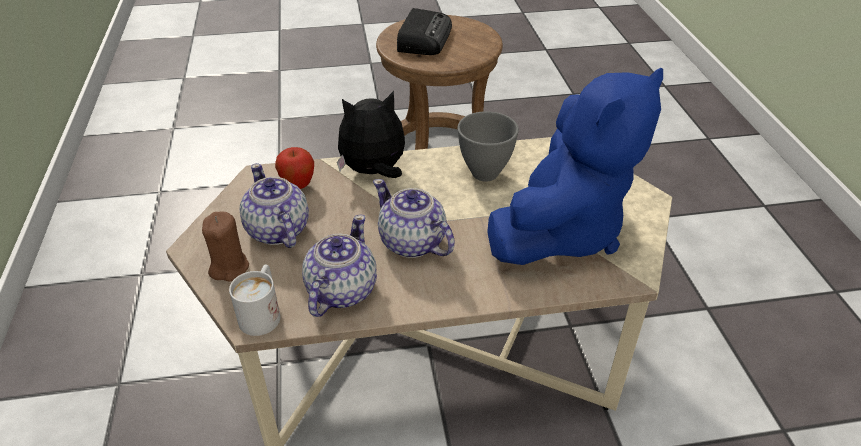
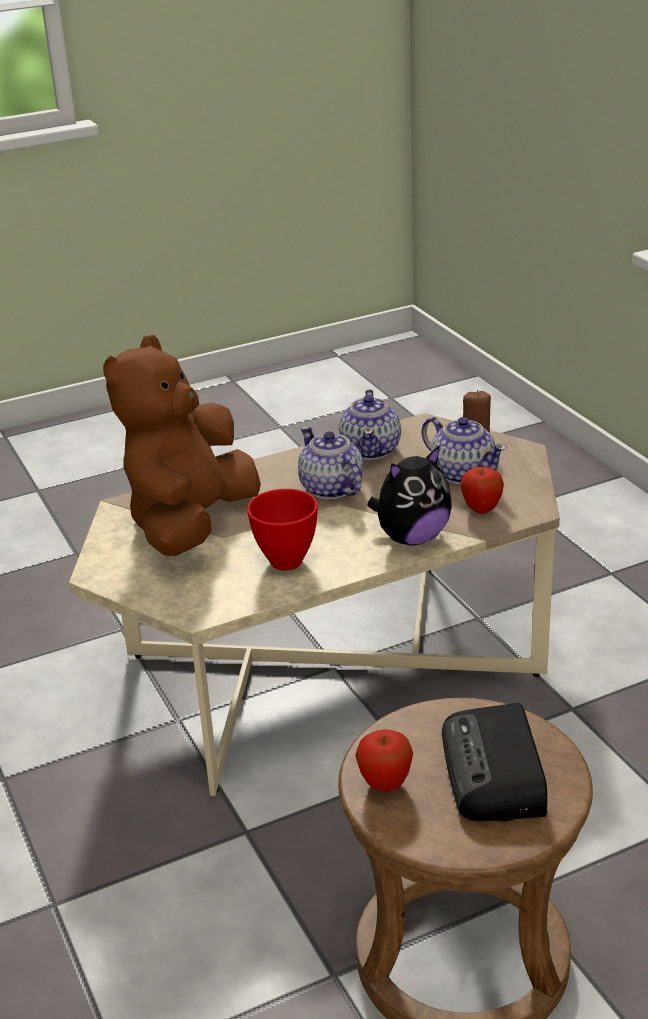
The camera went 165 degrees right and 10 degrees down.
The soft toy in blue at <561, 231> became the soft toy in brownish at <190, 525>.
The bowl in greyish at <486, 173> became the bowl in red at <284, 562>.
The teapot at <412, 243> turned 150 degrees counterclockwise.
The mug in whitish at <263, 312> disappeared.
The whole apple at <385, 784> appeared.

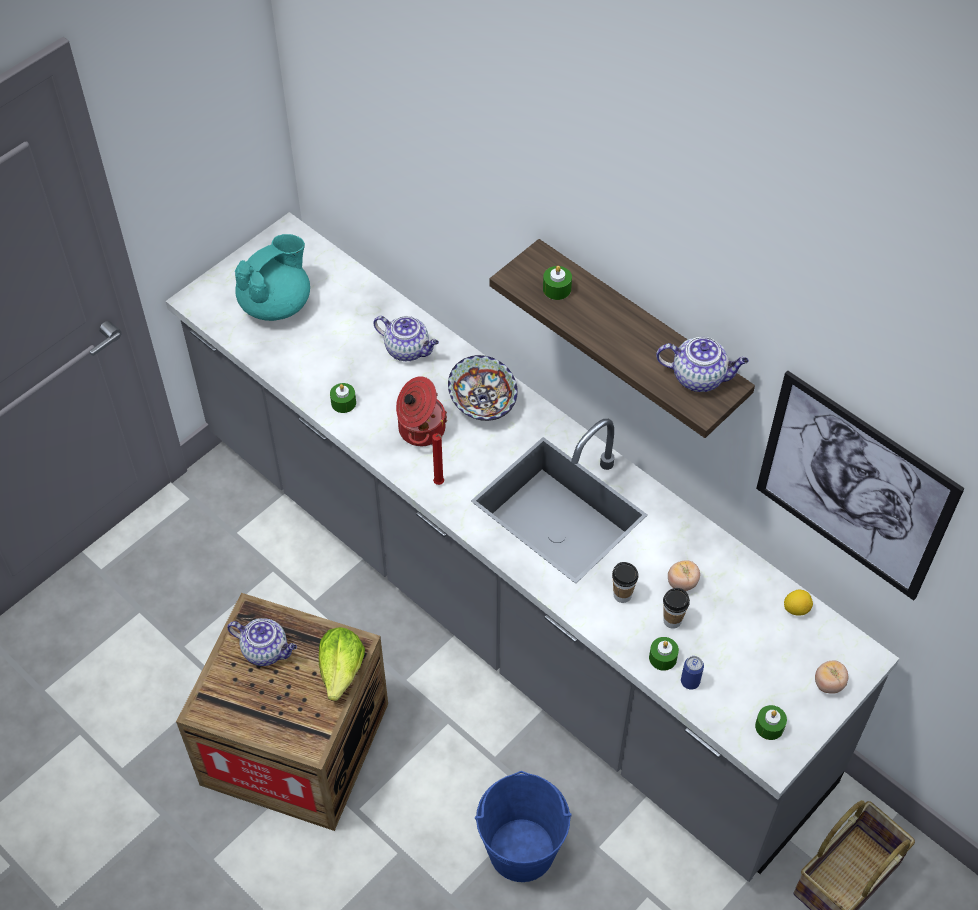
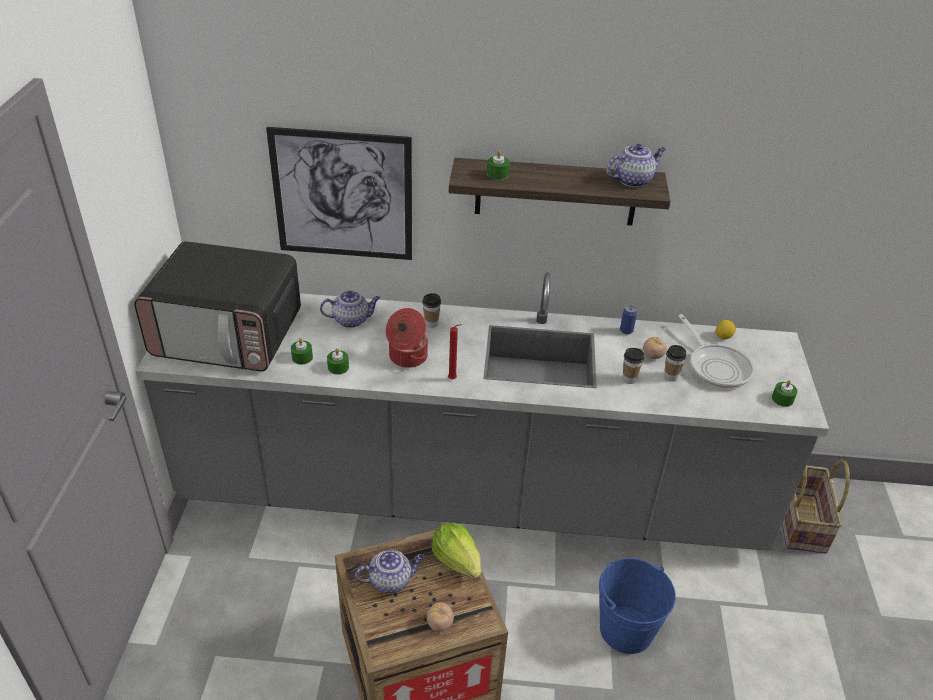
The camera went 40 degrees left and 15 degrees down.
The teapot in blue-green at <276, 304> was replaced by the microwave oven at <229, 335>.
The bowl at <483, 401> was replaced by the small cup at <431, 324>.
The wall picture moved from <853, 487> to <343, 195>.
The wax candle in green-coloured moved from <662, 658> to <302, 357>.
The sealed can moved from <690, 681> to <626, 331>.
The fresh tomato moved from <828, 684> to <439, 624>.
The frying pan at <716, 366> appeared.

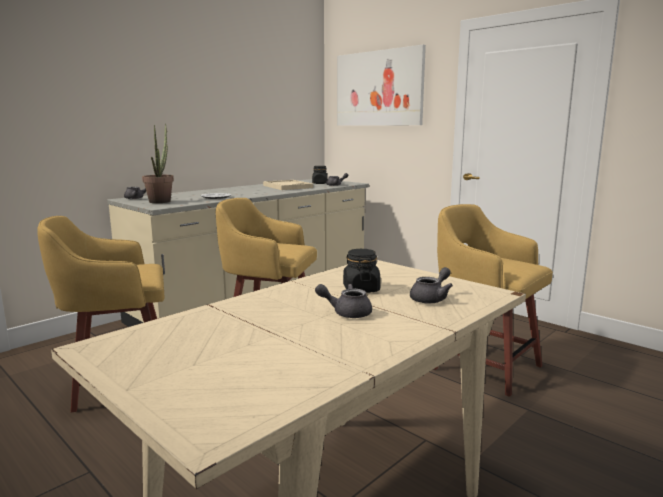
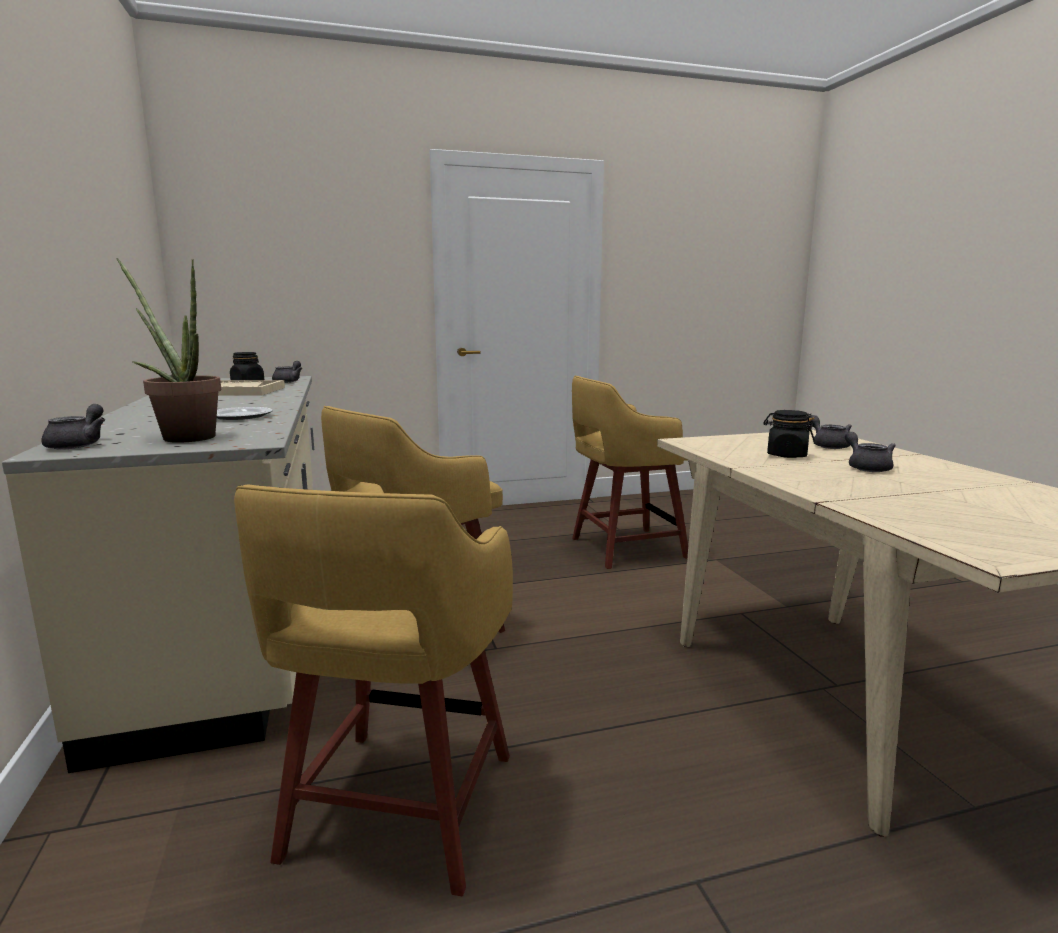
The camera went 60 degrees left and 0 degrees up.
The wall picture at <379, 88> disappeared.
The teapot in greyish at <346, 313> turned 135 degrees clockwise.

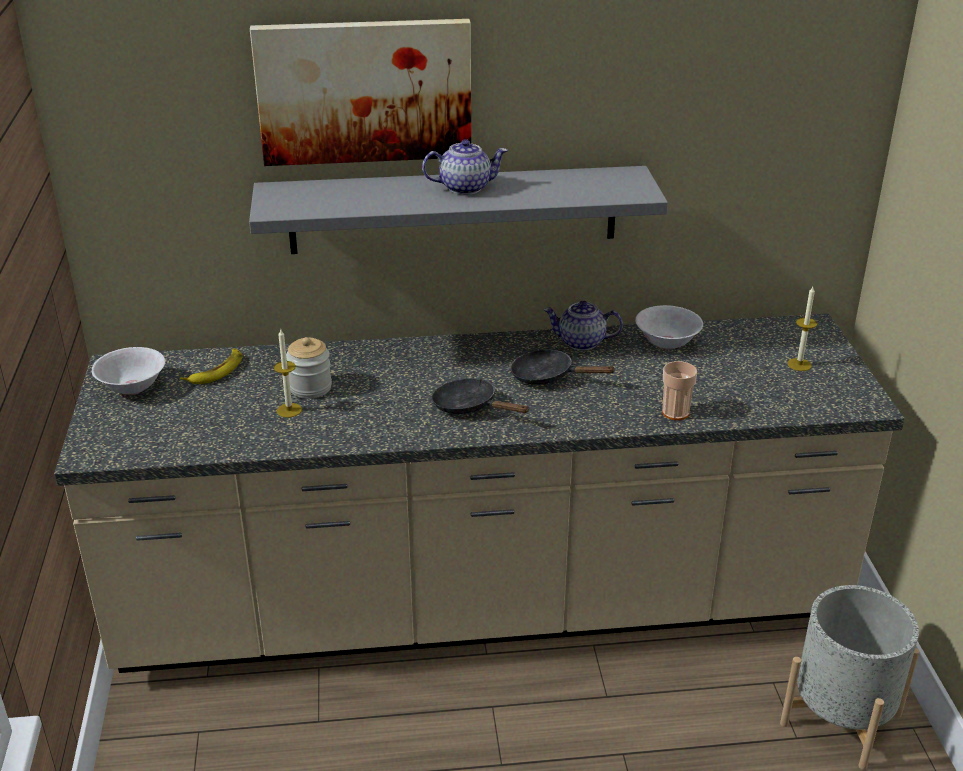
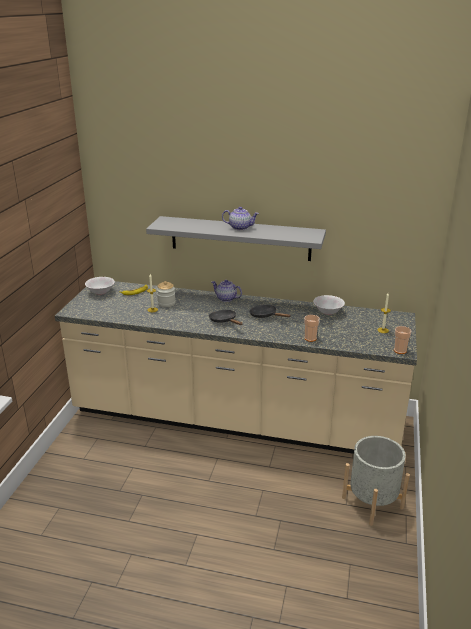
The camera went 20 degrees right and 5 degrees down.
The wall picture at <364, 91> disappeared.
The teapot moved from <581, 342> to <226, 298>.
The small cup at <400, 350> appeared.

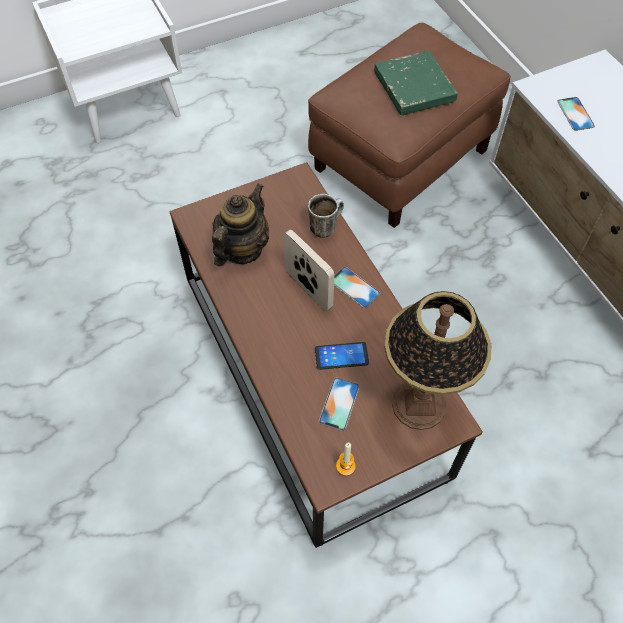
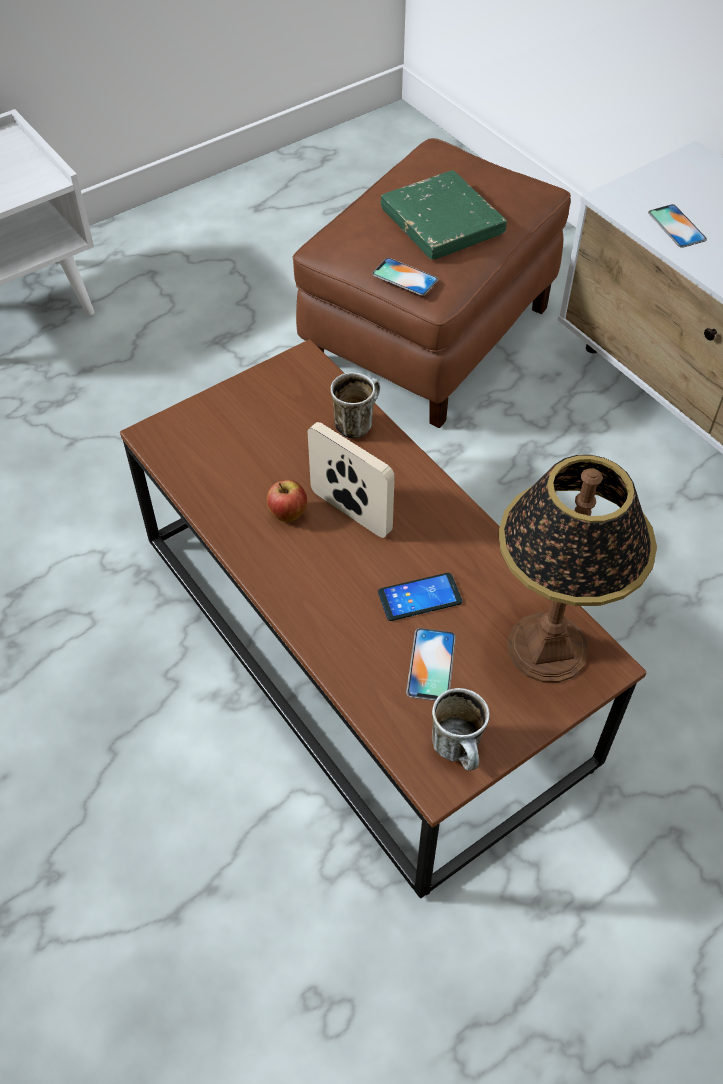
The camera went 10 degrees left and 5 degrees down.
The teapot at <242, 249> disappeared.
The handset moved from <354, 287> to <405, 277>.
The wax candle at <345, 466> was replaced by the mug at <460, 751>.
The whole apple at <288, 515> appeared.

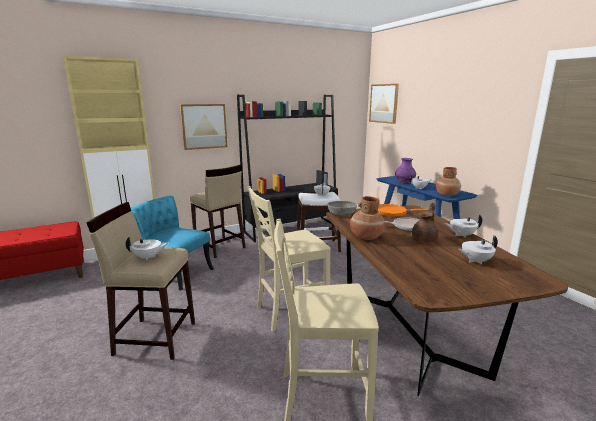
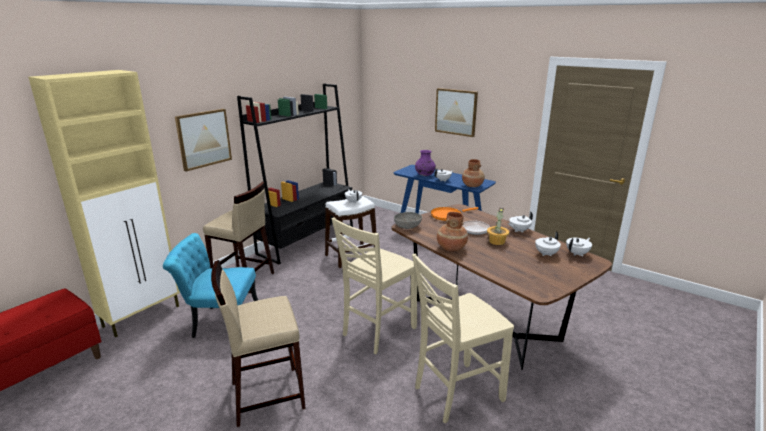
The camera went 25 degrees left and 5 degrees up.
The wall picture moved from <384, 103> to <456, 112>.
The teapot in brownish at <424, 240> was replaced by the plant in a pot at <497, 241>.
The teapot in whitish moved from <148, 257> to <577, 254>.

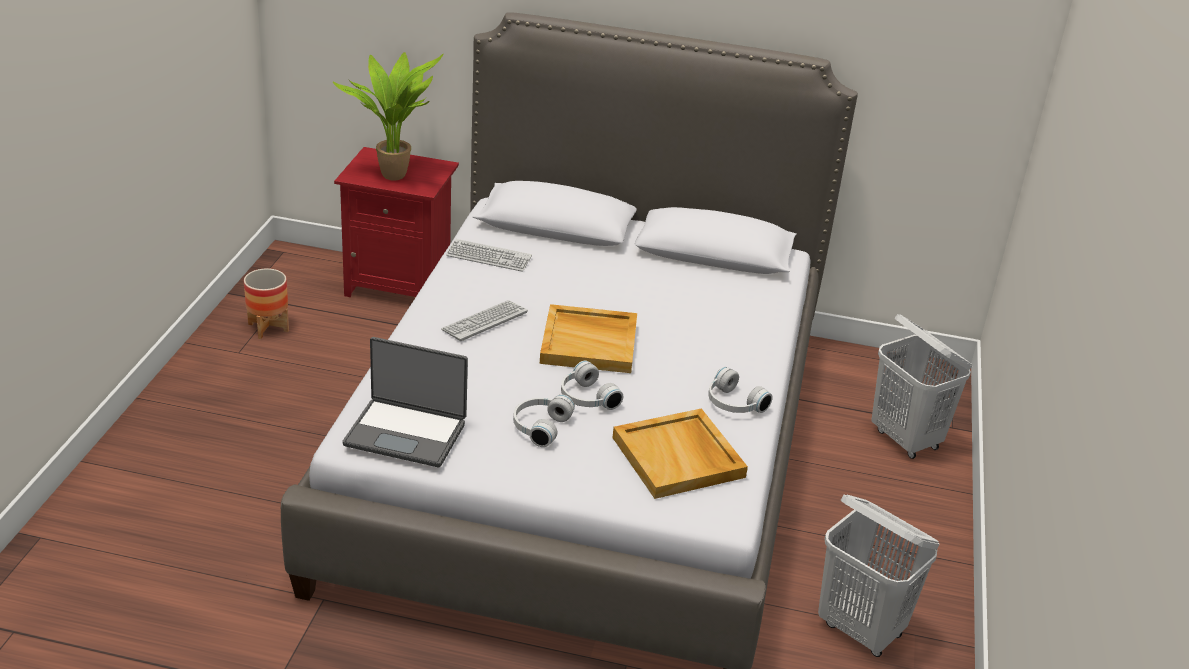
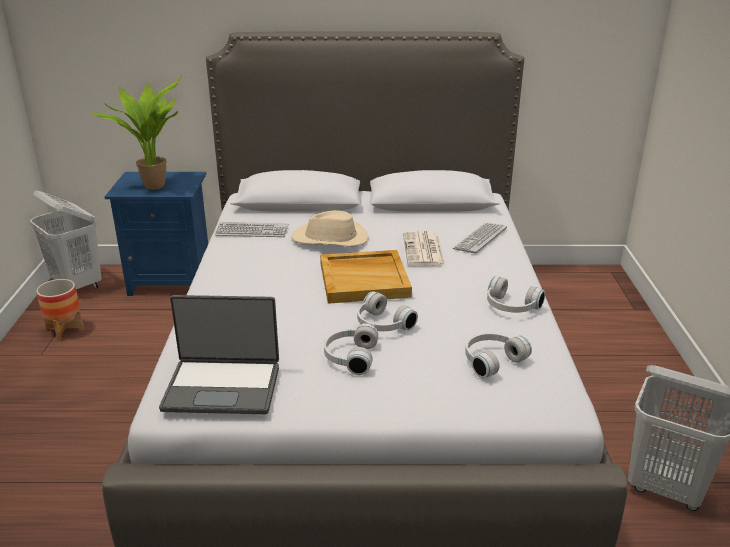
The camera went 10 degrees left and 5 degrees down.
The nightstand in red at <399, 285> became the nightstand in blue at <171, 281>.
The computer keyboard moved from <484, 321> to <480, 239>.
The laundry basket in whitish moved from <905, 439> to <77, 285>.
The serving tray in beige-coloured at <679, 457> was replaced by the headset in whitish at <491, 360>.
The clothing hat in beige-coloured at <330, 239> appeared.
The daily paper at <424, 250> appeared.

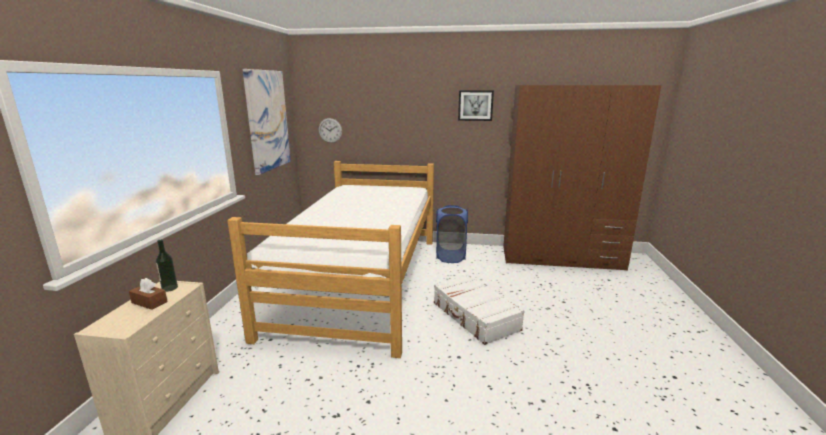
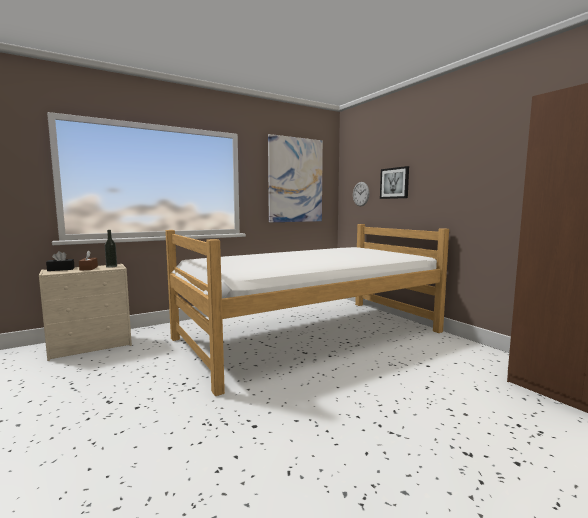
The camera went 50 degrees right and 10 degrees down.
The wall picture moved from <475, 105> to <394, 183>.
The laundry basket in blue at <450, 256> disappeared.
The piece of luggage in whitish at <475, 316> disappeared.
The tissue box in blackish at <61, 269> appeared.

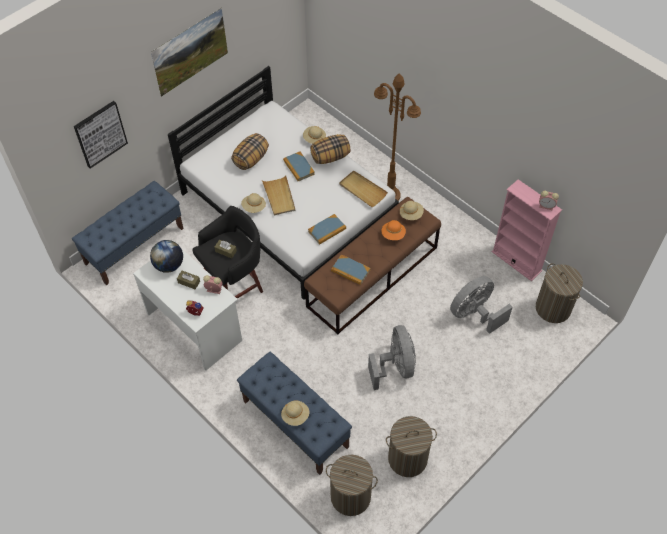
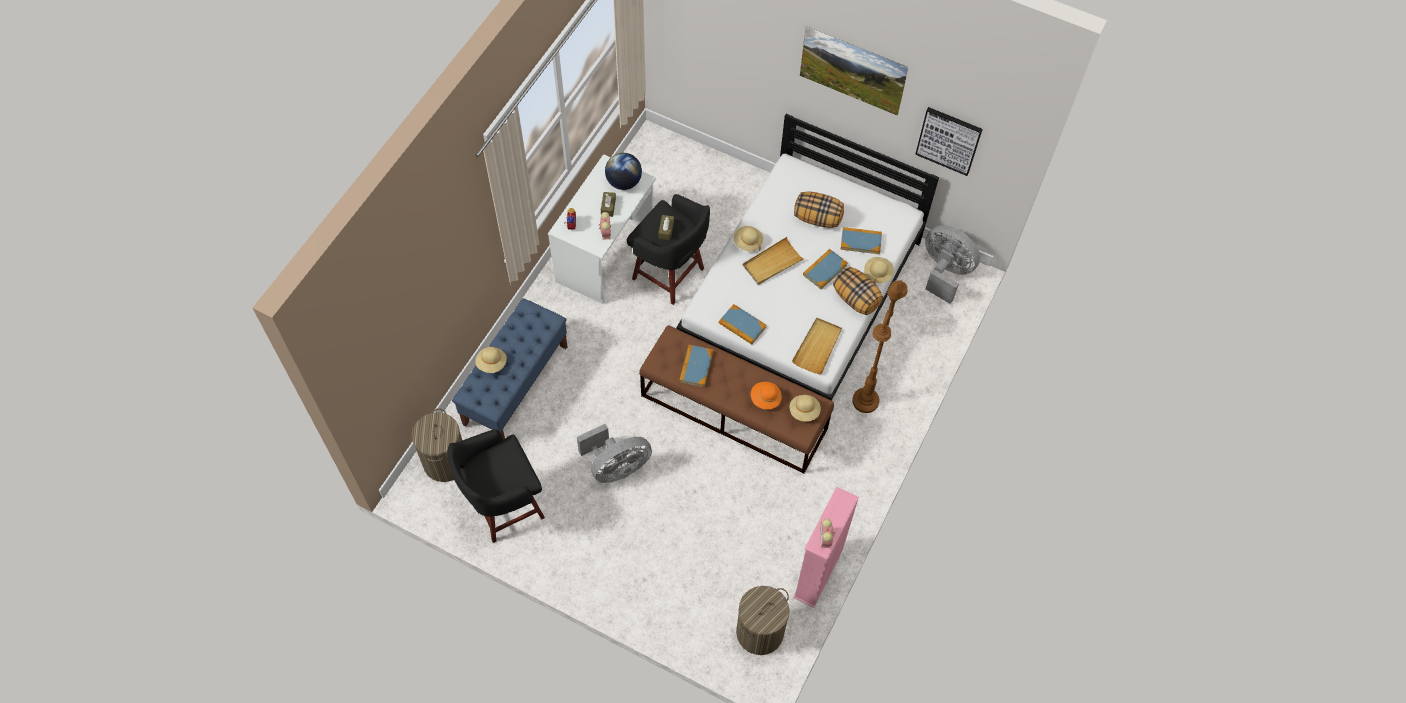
The camera went 70 degrees right and 5 degrees up.
The wall picture moved from <100, 134> to <949, 140>.
The indoor bench in blue at <134, 245> disappeared.
The electric fan in greyish moved from <475, 314> to <945, 272>.
The laundry basket at <407, 459> was replaced by the sitting stool in blackish at <504, 507>.
The bound book at <861, 241> appeared.

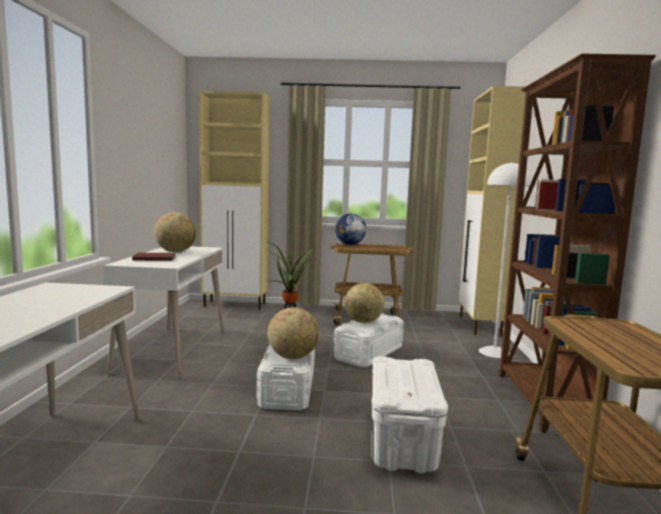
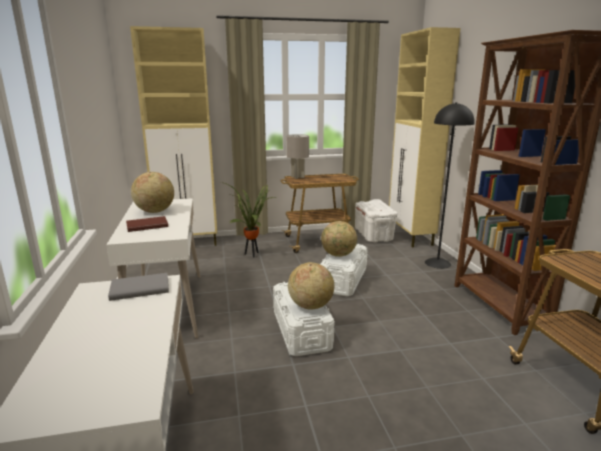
The camera went 15 degrees left and 10 degrees up.
The standard lamp in whitish at <495, 352> became the standard lamp in blackish at <438, 263>.
The globe at <349, 244> was replaced by the table lamp in greyish at <297, 177>.
The storage container in whitish moved from <403, 443> to <373, 235>.
The bound book in greyish at <139, 288> appeared.

